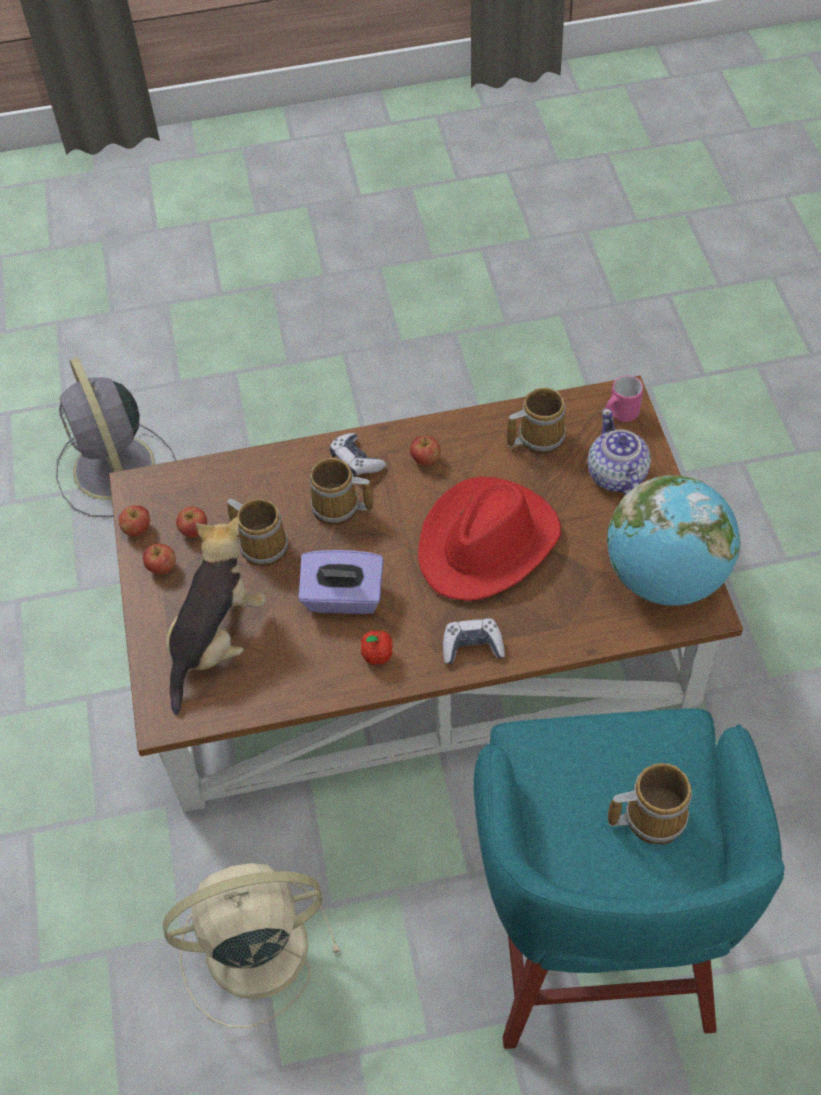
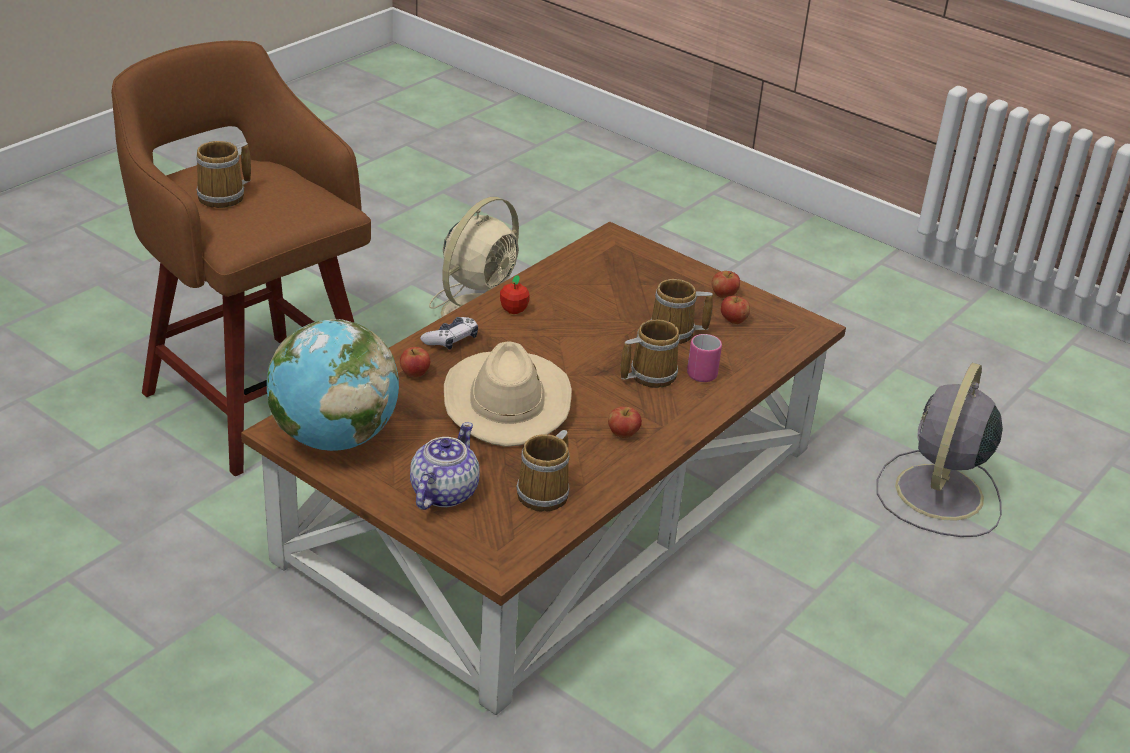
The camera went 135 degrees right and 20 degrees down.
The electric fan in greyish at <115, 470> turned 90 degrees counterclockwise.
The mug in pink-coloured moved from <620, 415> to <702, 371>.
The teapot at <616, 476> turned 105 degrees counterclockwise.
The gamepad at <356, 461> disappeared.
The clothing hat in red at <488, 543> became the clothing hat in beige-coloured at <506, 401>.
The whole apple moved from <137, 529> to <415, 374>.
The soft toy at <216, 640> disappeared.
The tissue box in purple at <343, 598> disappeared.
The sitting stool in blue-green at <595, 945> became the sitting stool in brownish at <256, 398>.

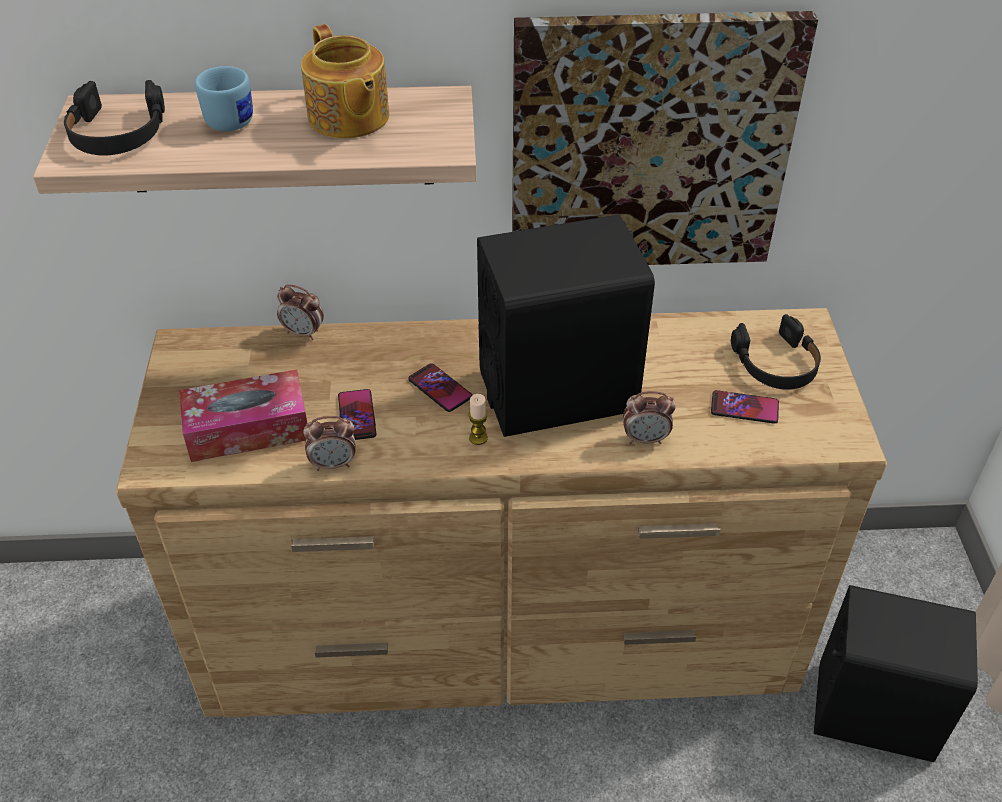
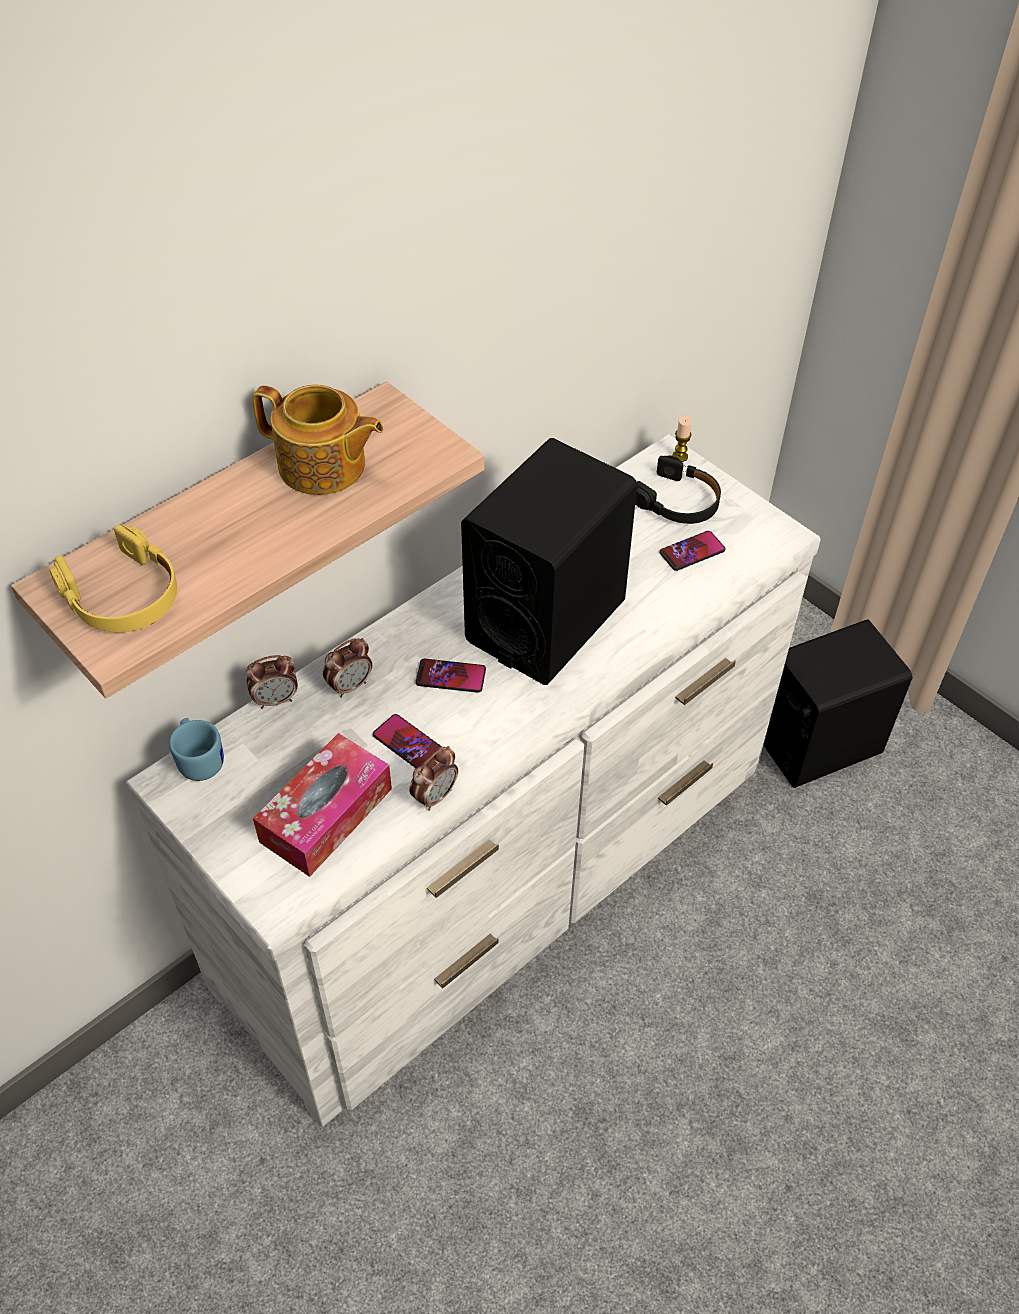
The camera went 40 degrees left and 5 degrees up.
The wall picture at <649, 144> disappeared.
The mug in blue moved from <234, 118> to <200, 759>.
The headset in blackish at <117, 133> became the headset in yellow at <123, 595>.
The chest of drawers in brownish at <502, 629> became the chest of drawers in whitish at <504, 869>.
The alarm clock moved from <645, 439> to <350, 686>.
The wax candle moved from <478, 438> to <680, 456>.

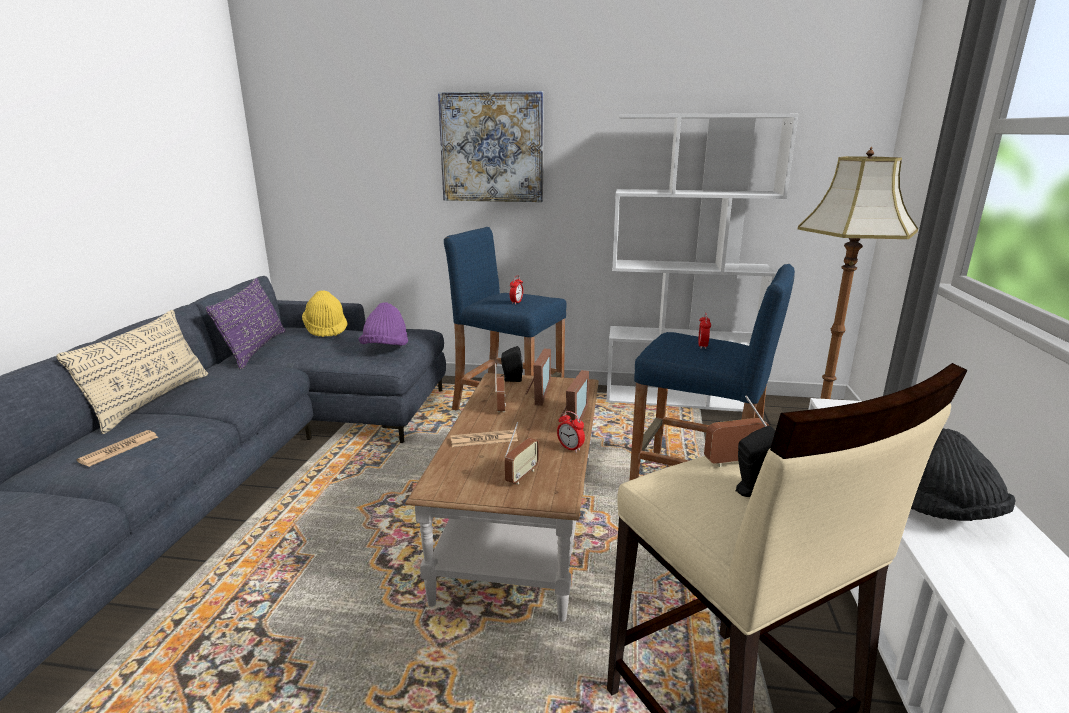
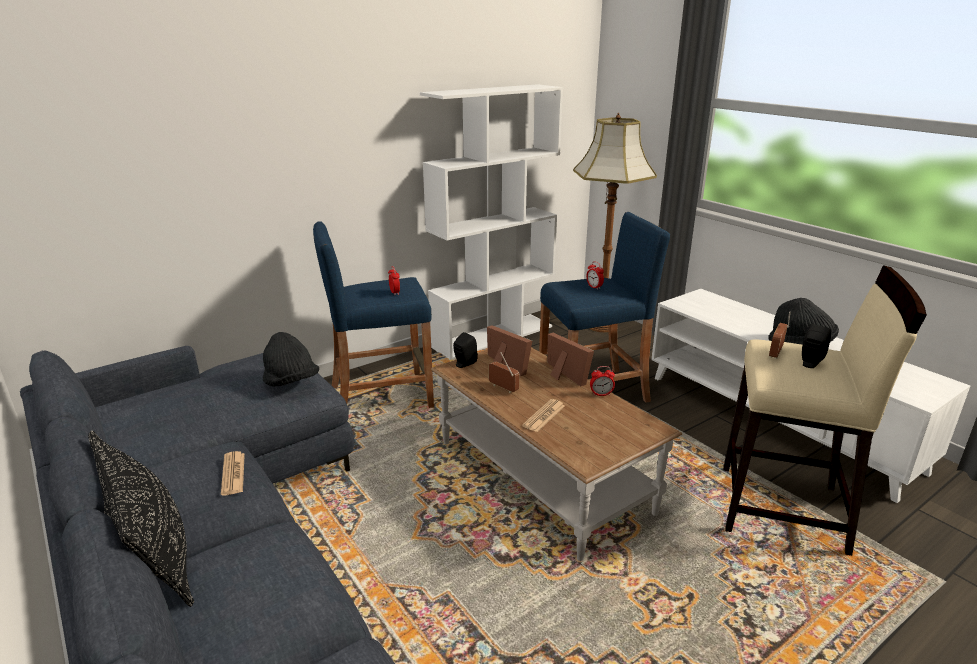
The camera went 45 degrees left and 5 degrees up.
The wall picture at <492, 147> disappeared.
The cushion in purple at <256, 349> disappeared.
The clothing hat in yellow at <326, 330> disappeared.
The clothing hat in purple at <385, 348> became the clothing hat in blackish at <291, 382>.
The cushion in beige-coloured at <151, 401> became the cushion in blackish at <152, 551>.
The radio receiver at <521, 476> disappeared.
The daily paper moved from <119, 449> to <233, 473>.

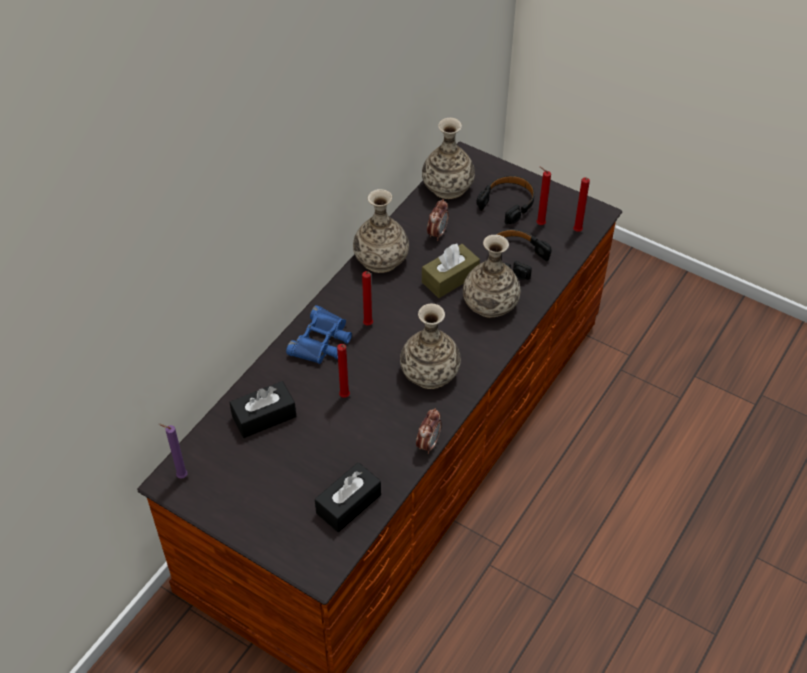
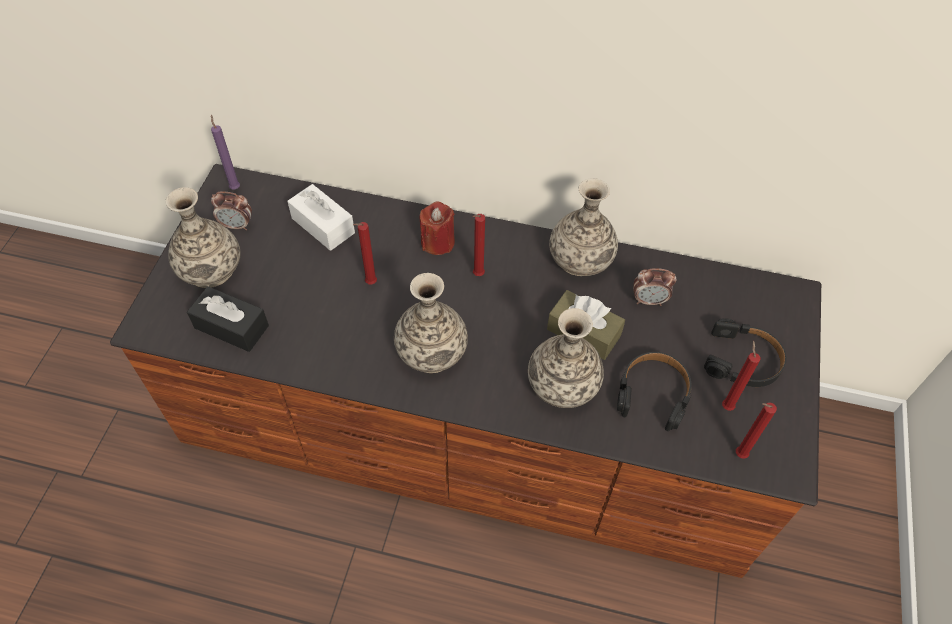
The camera went 70 degrees right and 5 degrees up.
The flower vase moved from <448, 186> to <210, 269>.
The binoculars in blue at <322, 341> was replaced by the wax candle in red at <437, 242>.
The tissue box in blackish at <264, 416> became the tissue box in whitish at <323, 225>.
The alarm clock moved from <428, 444> to <237, 225>.

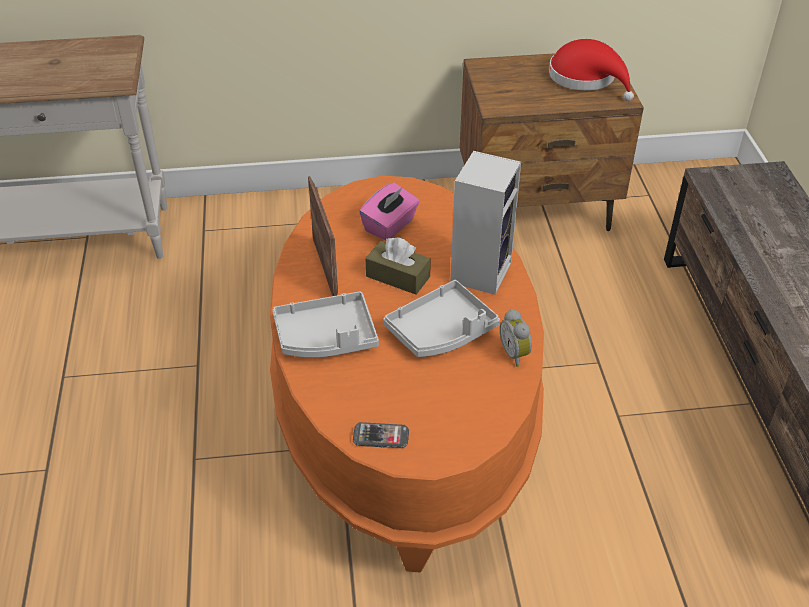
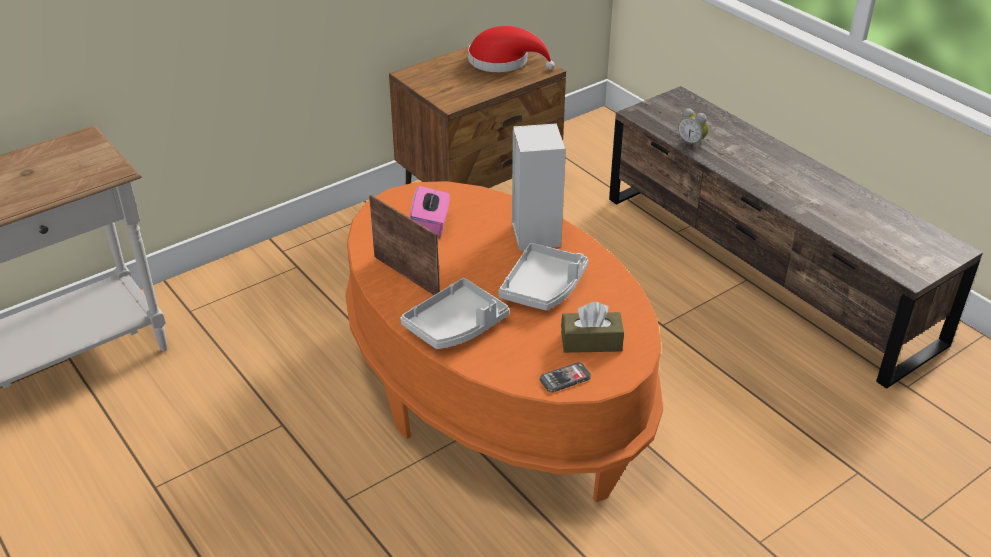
The camera went 30 degrees left and 5 degrees down.
The tissue box in brownish moved from <398, 276> to <591, 342>.
The alarm clock moved from <516, 354> to <691, 143>.

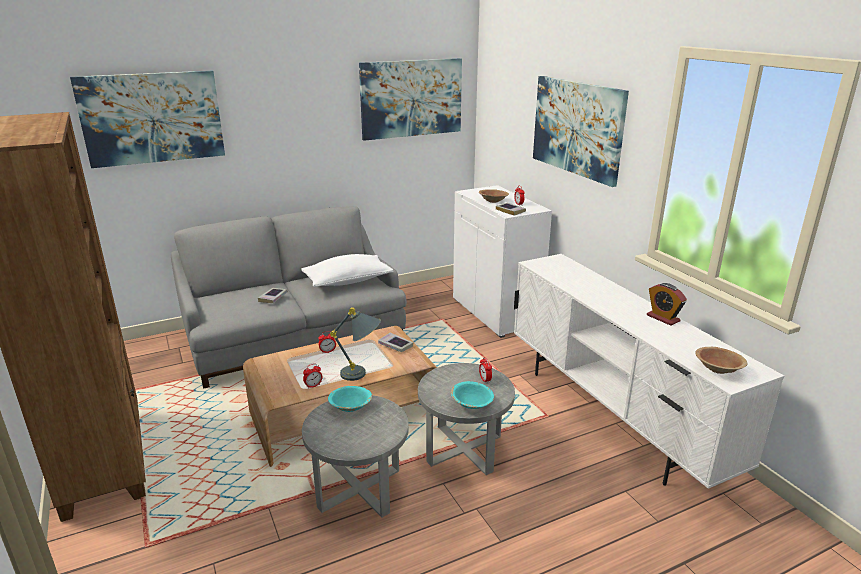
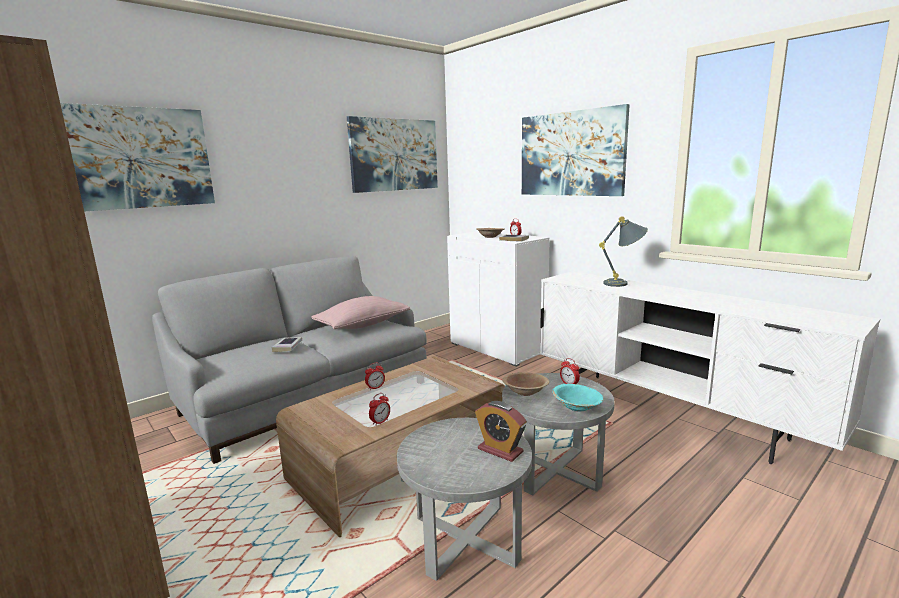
The camera went 15 degrees left and 10 degrees down.
The cushion in whitish at <347, 281> became the cushion in pink-coloured at <362, 325>.
The alarm clock moved from <663, 318> to <500, 450>.
The table lamp in greyish moved from <362, 375> to <623, 283>.
The bound book at <395, 345> disappeared.
The bowl in brownish moved from <718, 369> to <525, 392>.
The bowl in blue-green at <350, 407> disappeared.

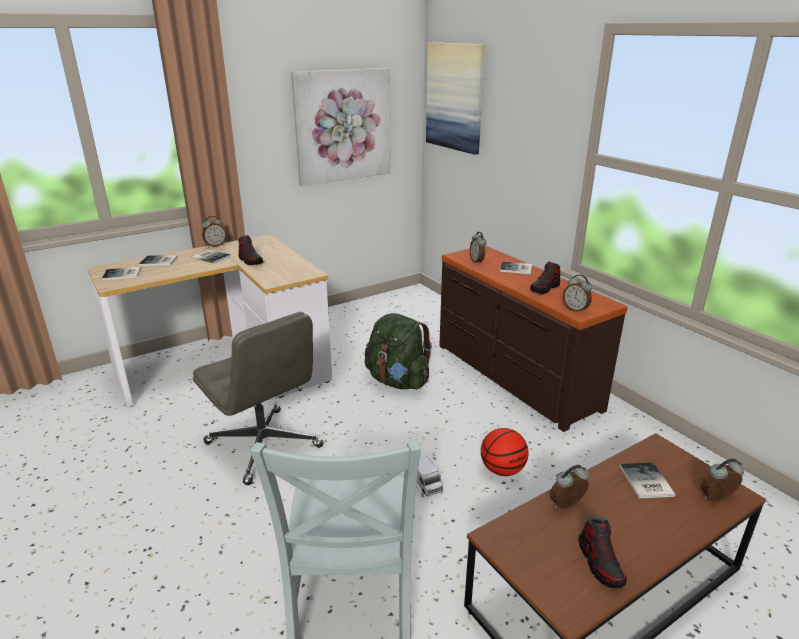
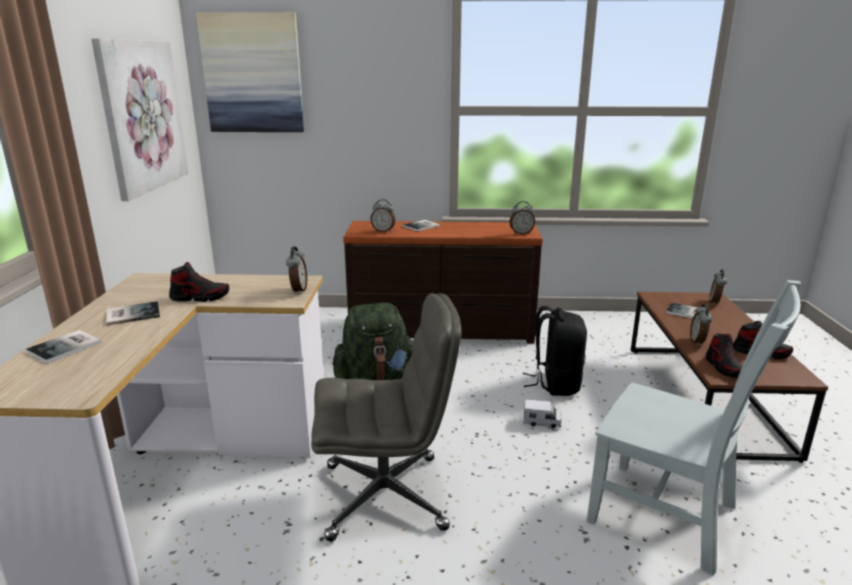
The camera went 55 degrees left and 5 degrees down.
The alarm clock moved from <215, 245> to <298, 290>.
The shoe moved from <545, 288> to <724, 368>.
The bound book at <122, 274> disappeared.
The ball for basketball at <502, 470> was replaced by the knapsack in blackish at <555, 383>.

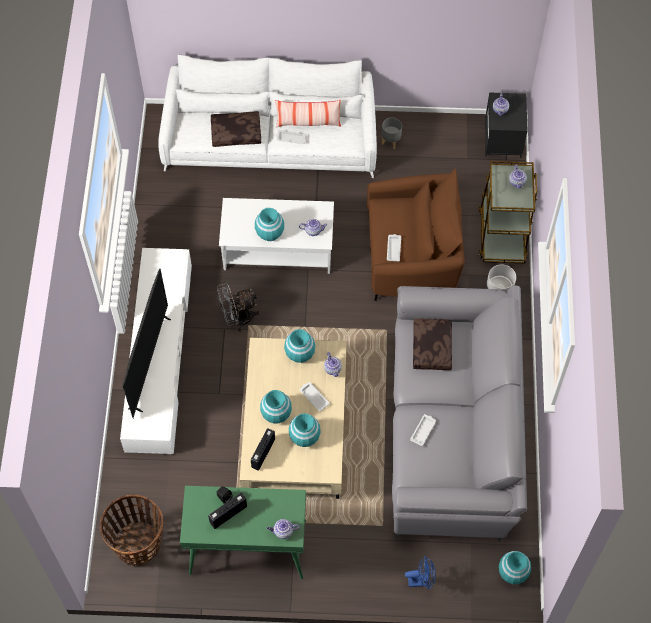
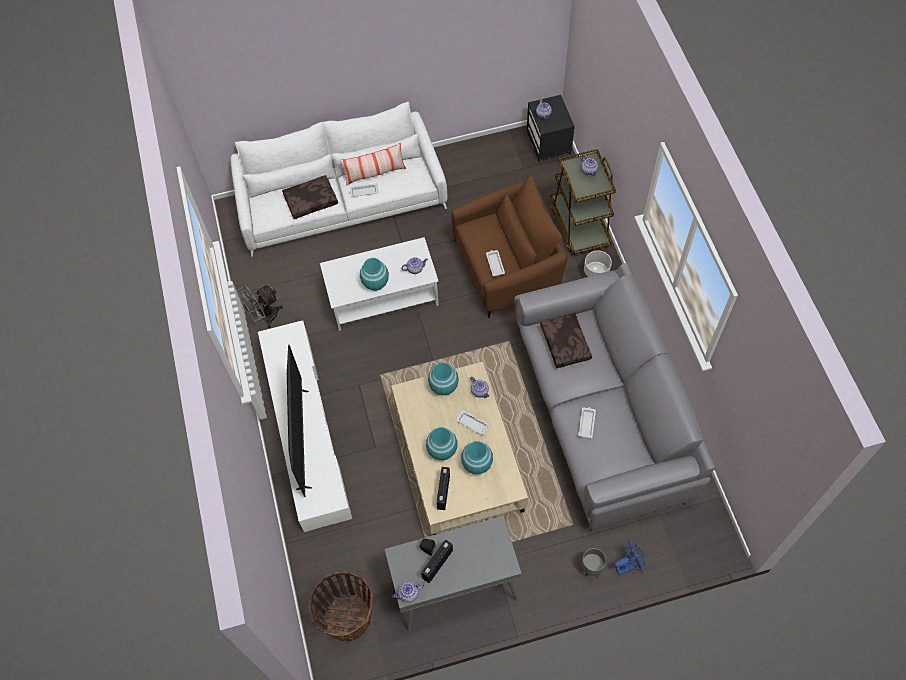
The camera went 15 degrees left and 0 degrees up.
The plant pot in greyish moved from <390, 141> to <591, 568>.
The electric fan in greyish moved from <238, 318> to <264, 317>.
The narrow table in green-coloured at <247, 547> became the narrow table in greyish at <454, 587>.
The teapot moved from <283, 531> to <408, 594>.
The flower vase in blue-green at <513, 572> disappeared.

